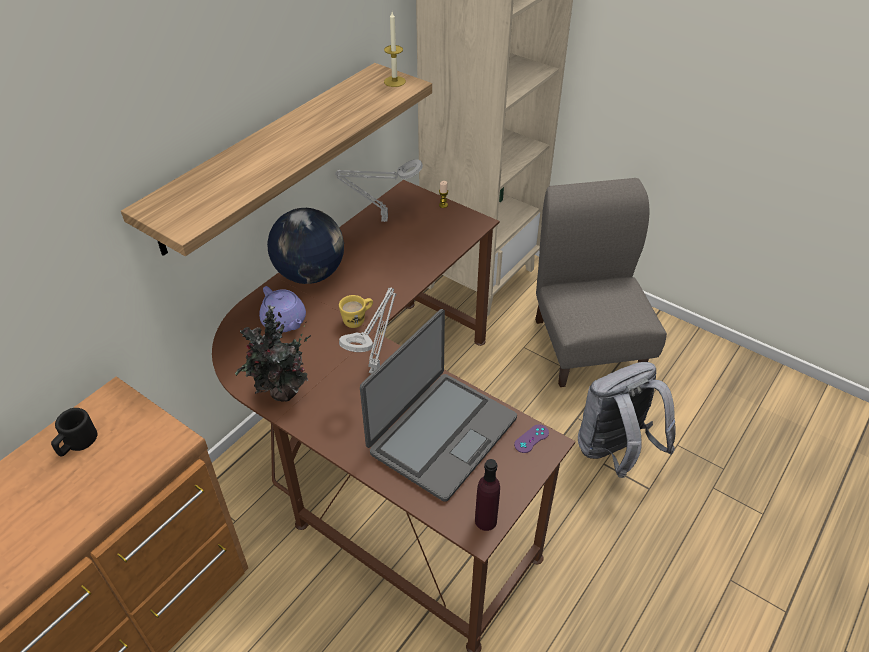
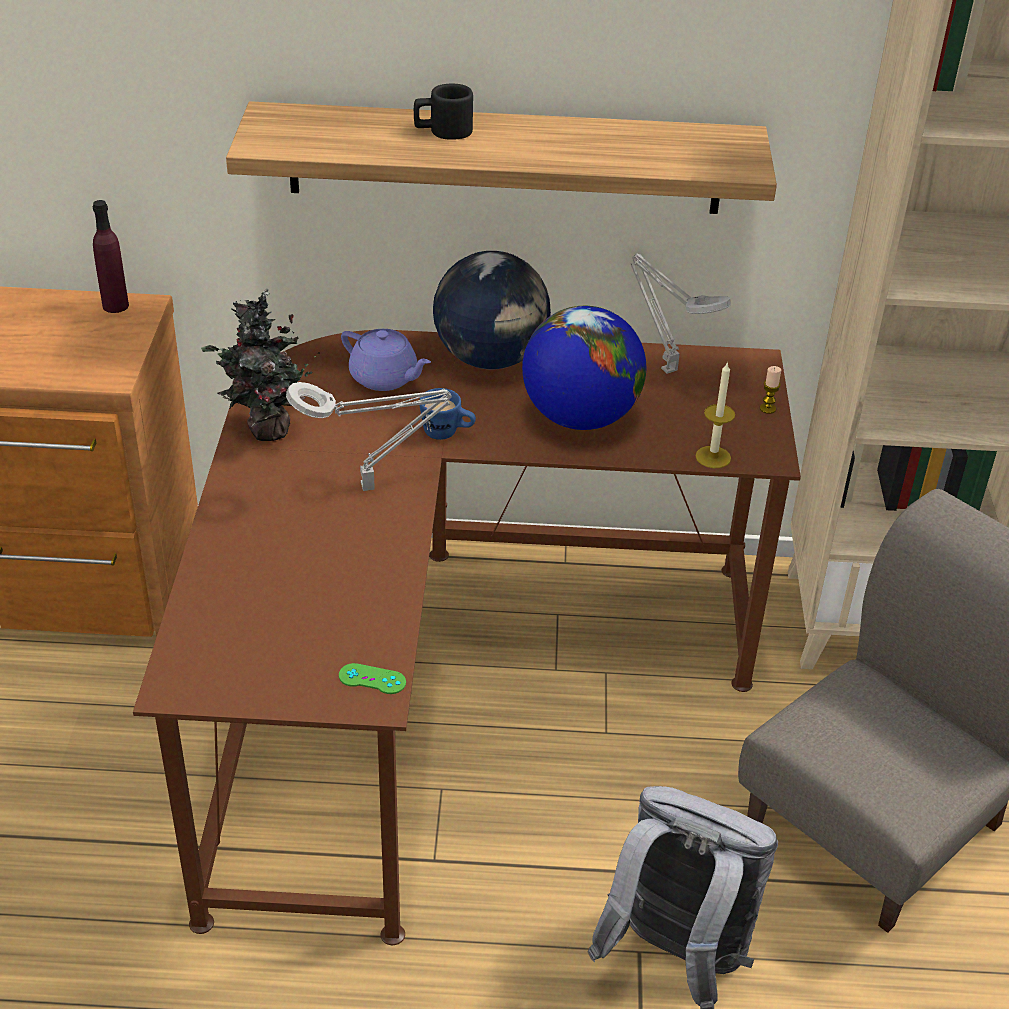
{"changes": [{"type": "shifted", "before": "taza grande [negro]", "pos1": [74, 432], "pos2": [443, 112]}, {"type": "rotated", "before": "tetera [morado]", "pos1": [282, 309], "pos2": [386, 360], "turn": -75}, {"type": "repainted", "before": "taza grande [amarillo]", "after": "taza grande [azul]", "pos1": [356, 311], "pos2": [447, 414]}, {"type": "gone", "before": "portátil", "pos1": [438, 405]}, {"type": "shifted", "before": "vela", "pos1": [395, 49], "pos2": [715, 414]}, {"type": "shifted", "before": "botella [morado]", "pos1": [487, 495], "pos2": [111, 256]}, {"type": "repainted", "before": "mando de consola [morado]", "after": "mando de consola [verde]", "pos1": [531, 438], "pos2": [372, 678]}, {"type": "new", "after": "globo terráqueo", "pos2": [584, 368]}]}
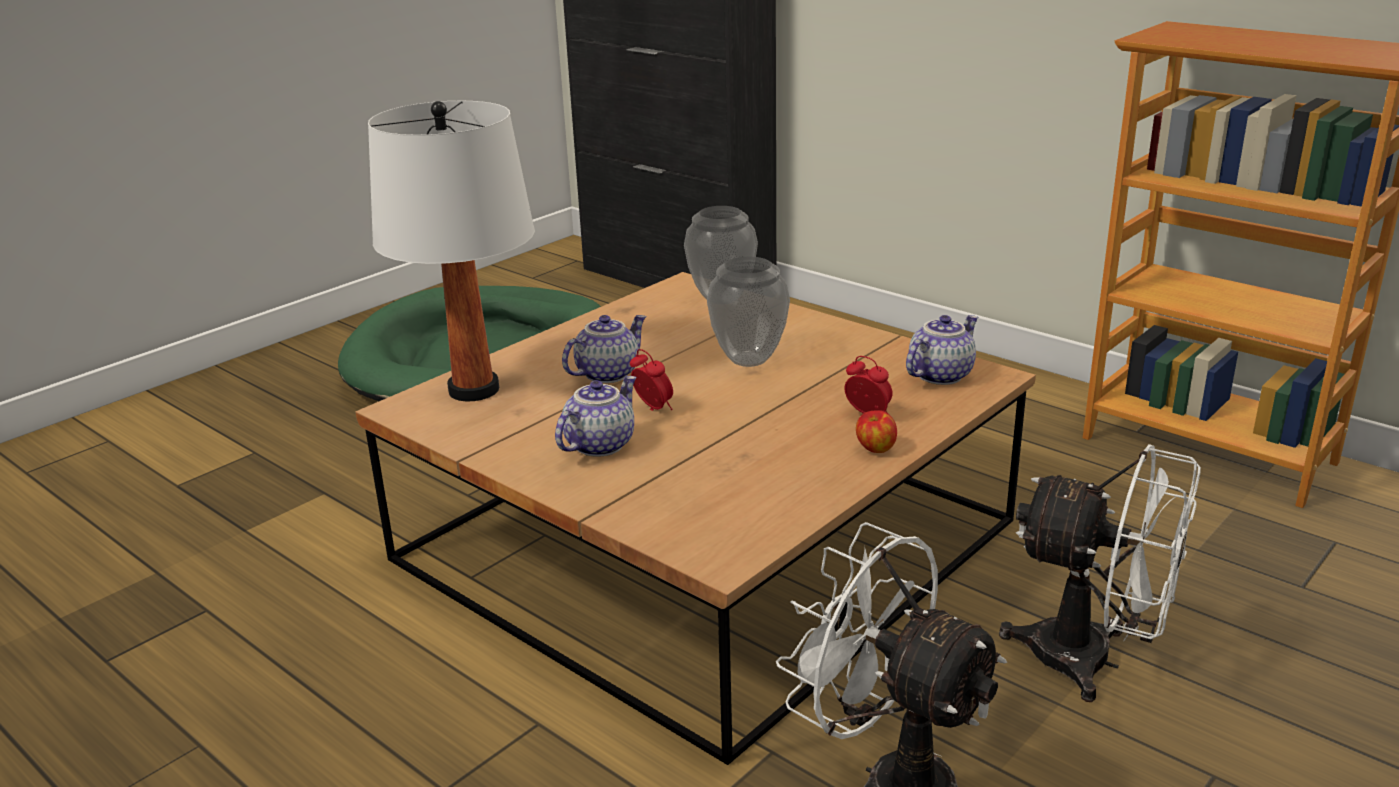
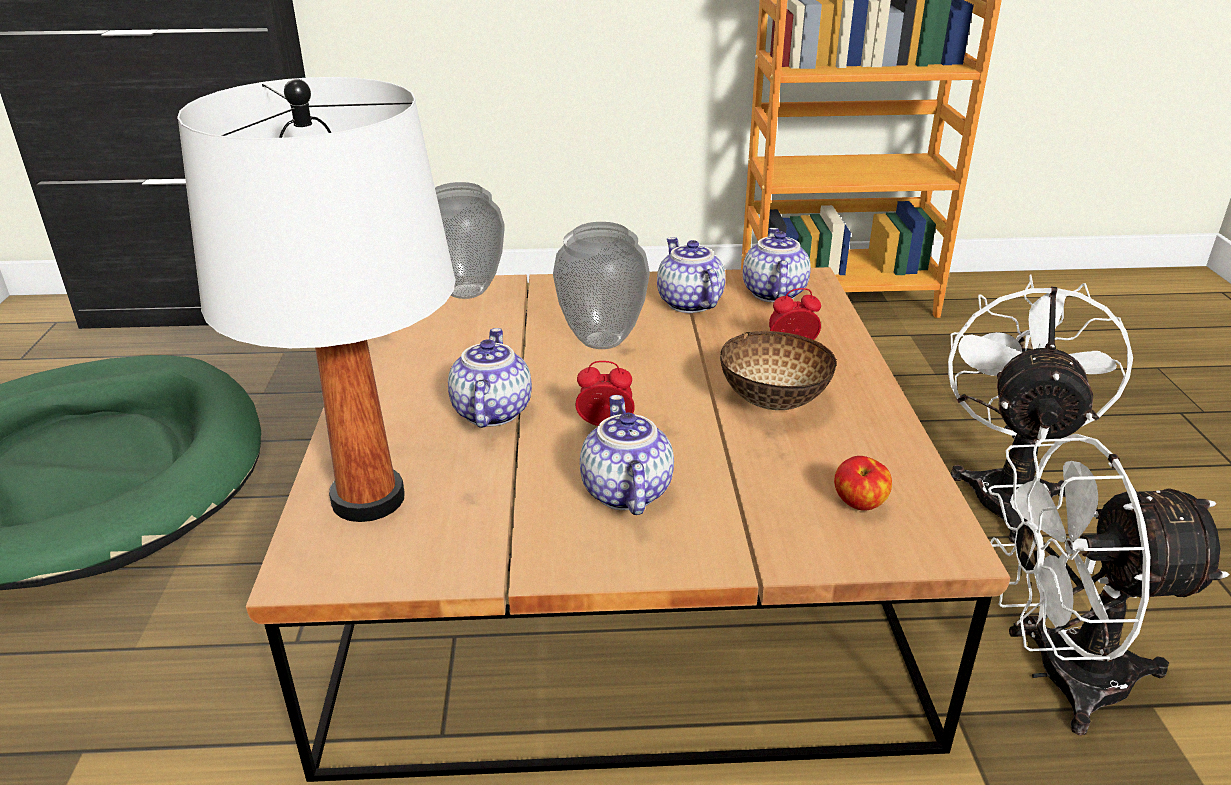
{"changes": [{"type": "shifted", "before": "manzana", "pos1": [876, 431], "pos2": [863, 483]}, {"type": "rotated", "before": "ventilador [blanco]", "pos1": [1100, 573], "pos2": [1040, 409], "turn": -60}, {"type": "new", "after": "tetera", "pos2": [691, 275]}, {"type": "new", "after": "cuenco", "pos2": [778, 370]}]}
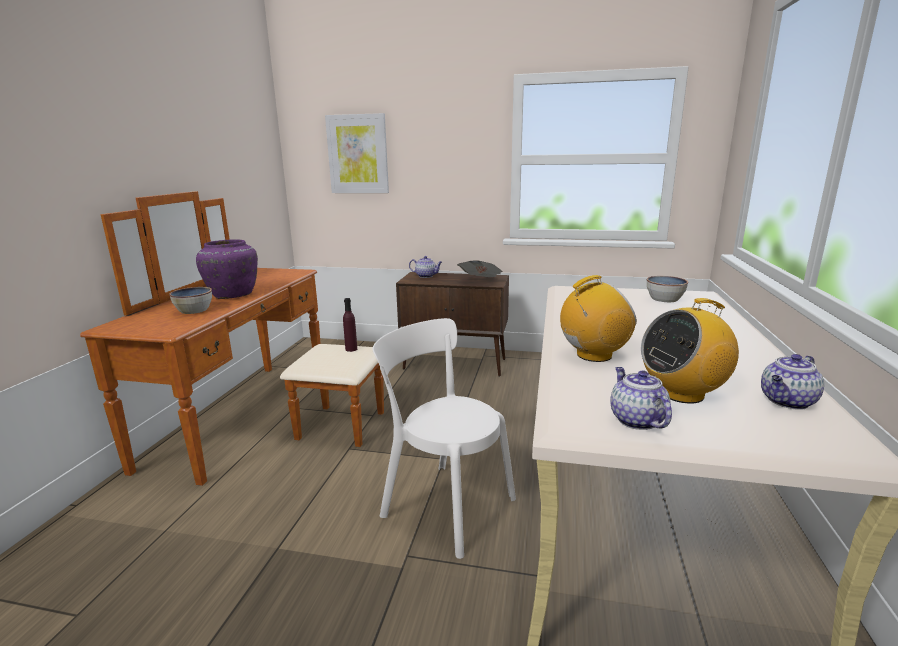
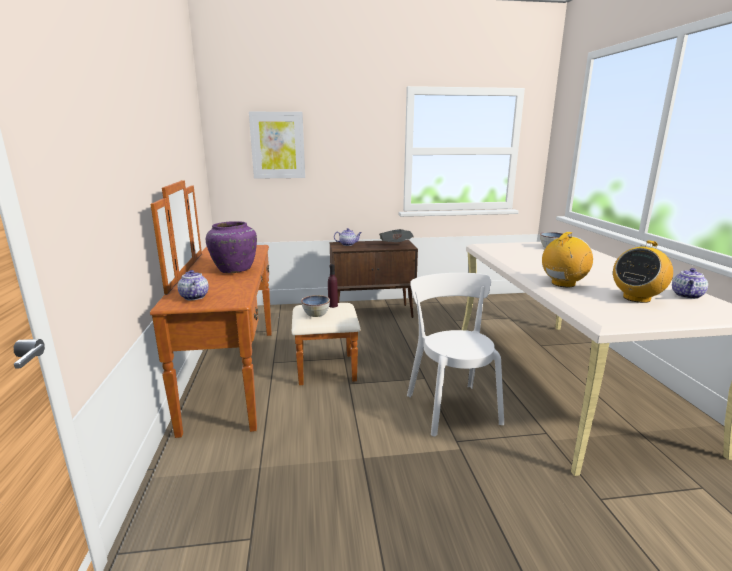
{"changes": [{"type": "shifted", "before": "cuenco", "pos1": [190, 300], "pos2": [315, 306]}, {"type": "rotated", "before": "silla [blanco]", "pos1": [444, 438], "pos2": [455, 354], "turn": 60}, {"type": "shifted", "before": "tetera", "pos1": [641, 398], "pos2": [193, 285]}]}
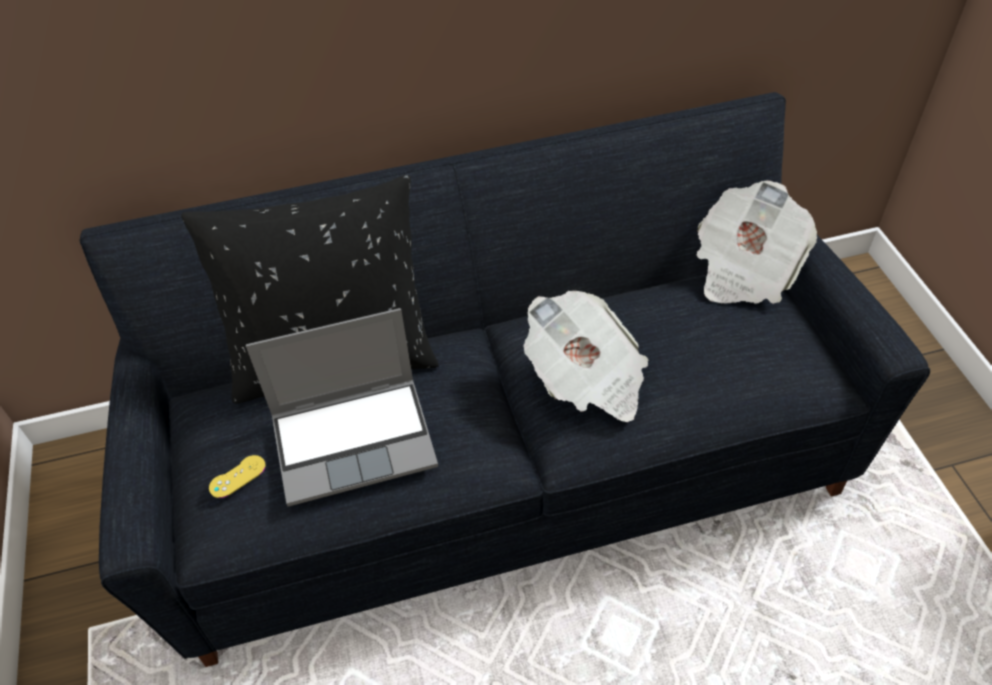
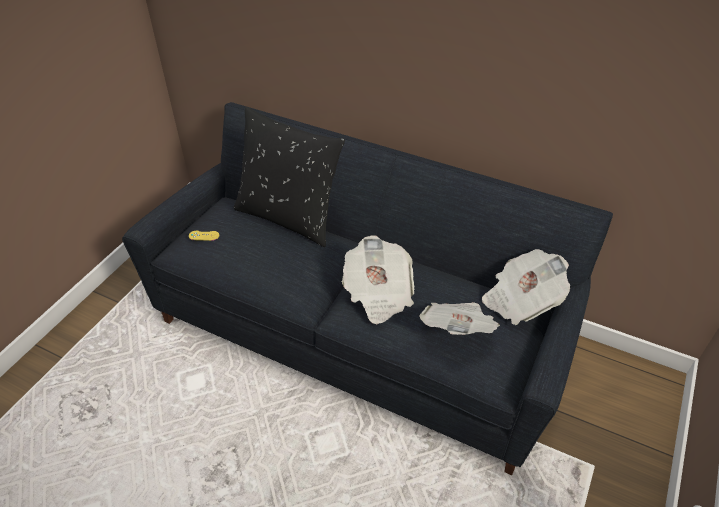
{"changes": [{"type": "gone", "before": "portátil", "pos1": [342, 407]}, {"type": "new", "after": "periódico", "pos2": [459, 318]}]}
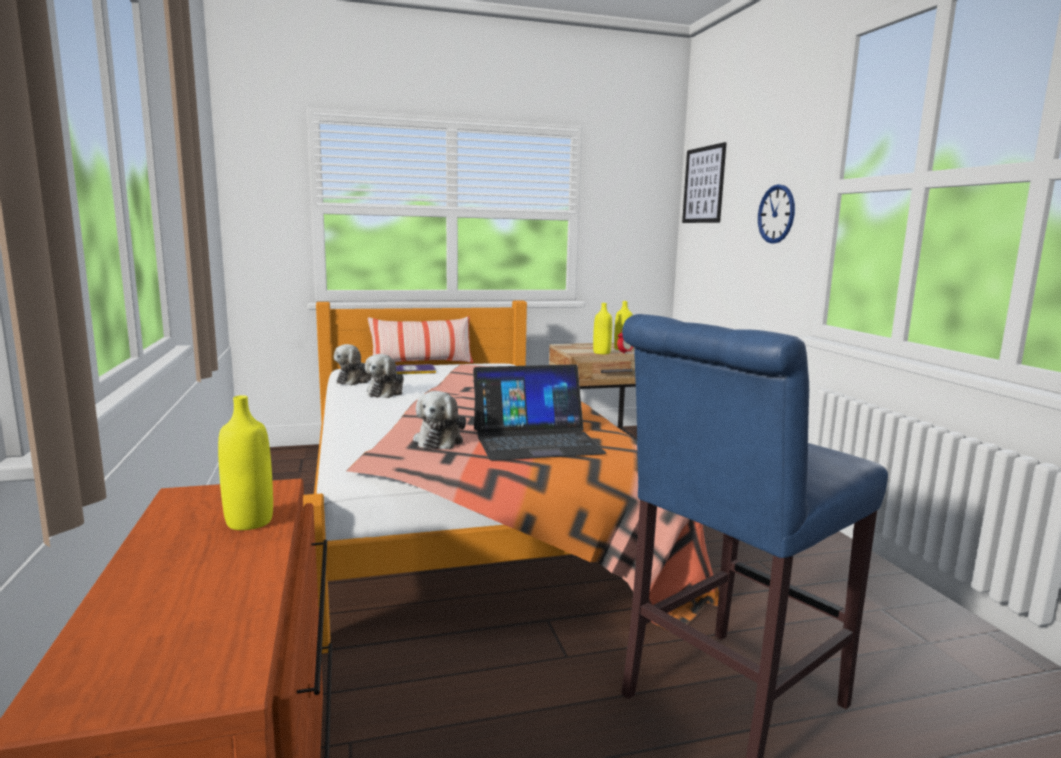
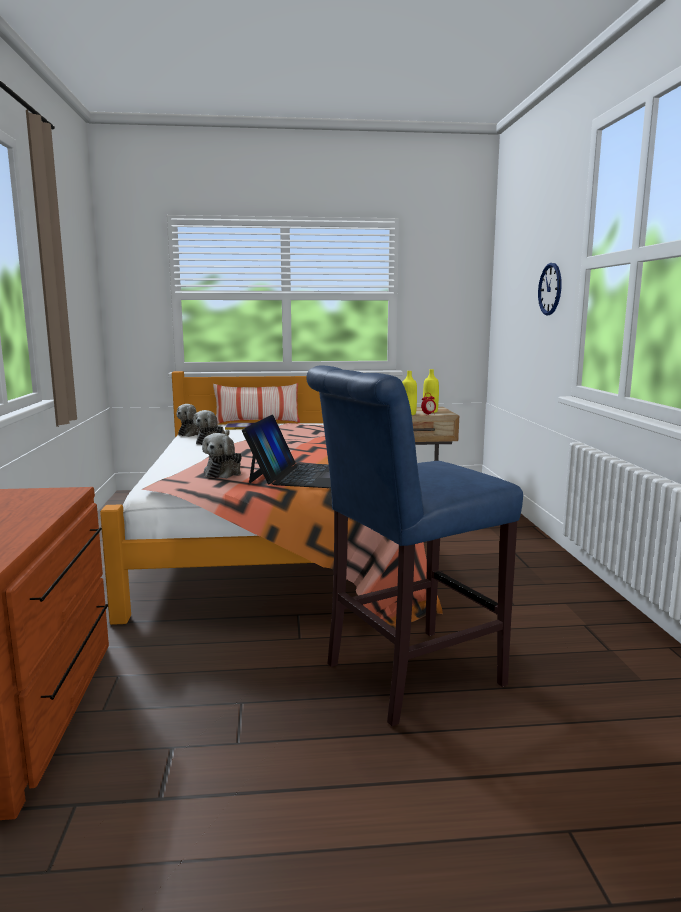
{"changes": [{"type": "gone", "before": "botella [amarillo]", "pos1": [245, 462]}, {"type": "rotated", "before": "portátil", "pos1": [539, 412], "pos2": [286, 451], "turn": -75}, {"type": "gone", "before": "cuadro", "pos1": [704, 182]}]}
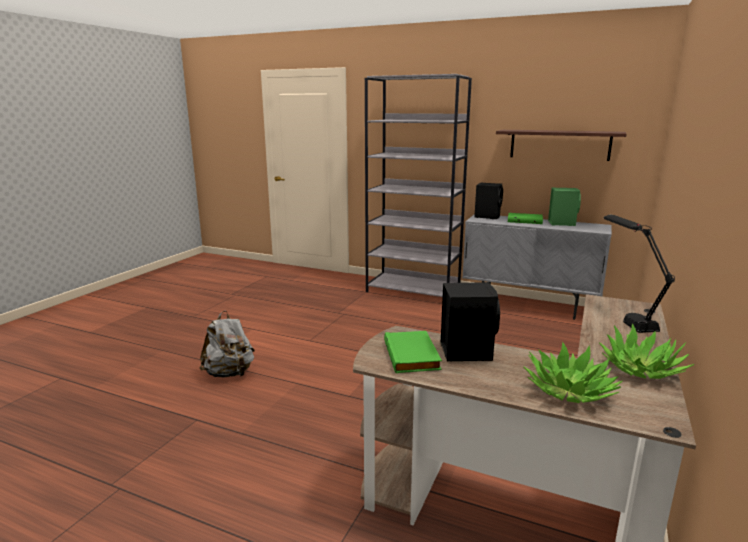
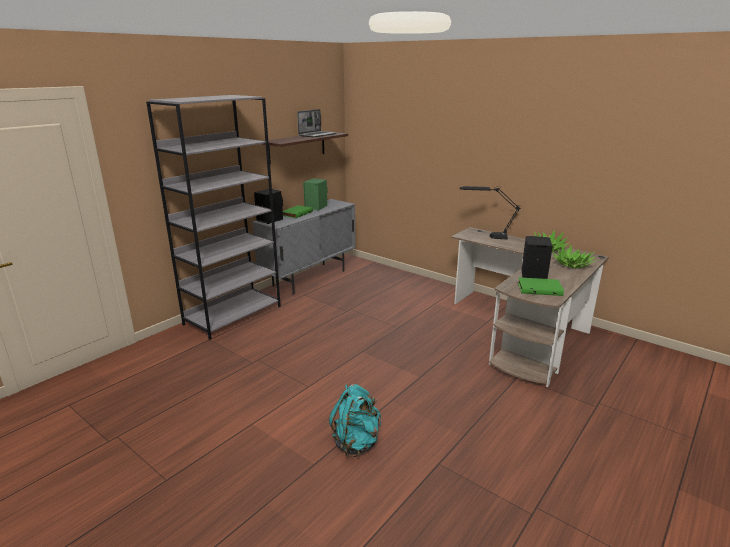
{"changes": [{"type": "repainted", "before": "mochila [gris]", "after": "mochila [turquesa]", "pos1": [227, 344], "pos2": [355, 420]}, {"type": "new", "after": "portátil", "pos2": [316, 123]}]}
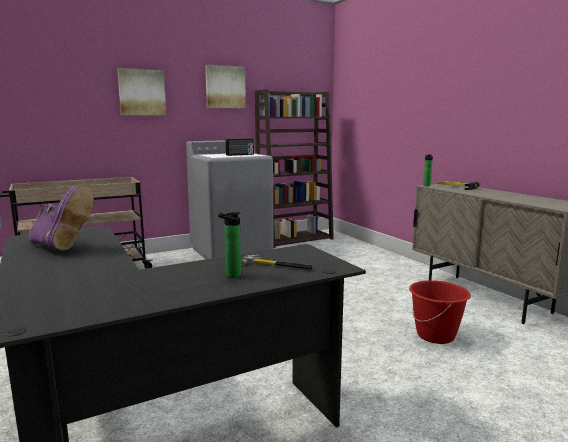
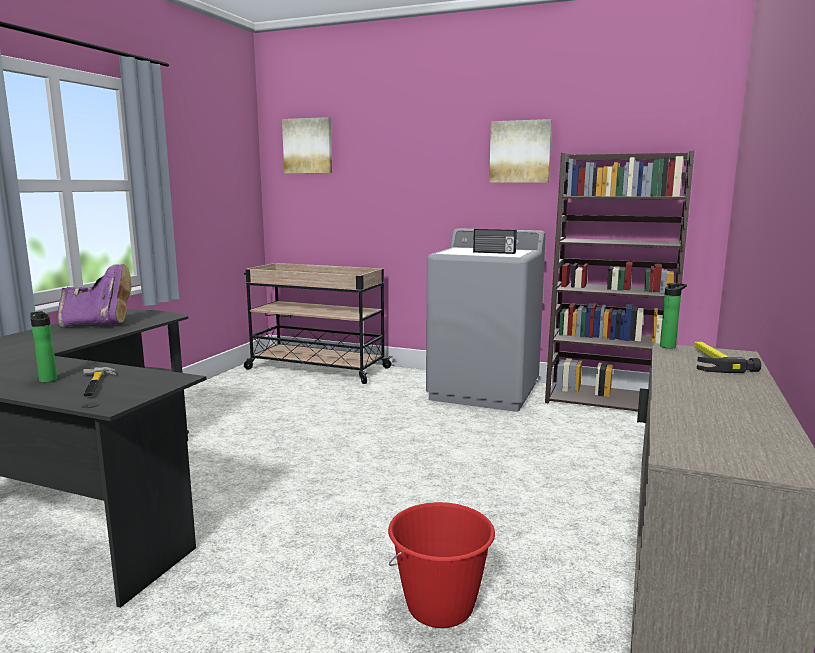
{"changes": [{"type": "rotated", "before": "bota [morado]", "pos1": [61, 218], "pos2": [94, 296], "turn": -90}, {"type": "shifted", "before": "cuadro", "pos1": [141, 91], "pos2": [307, 145]}]}
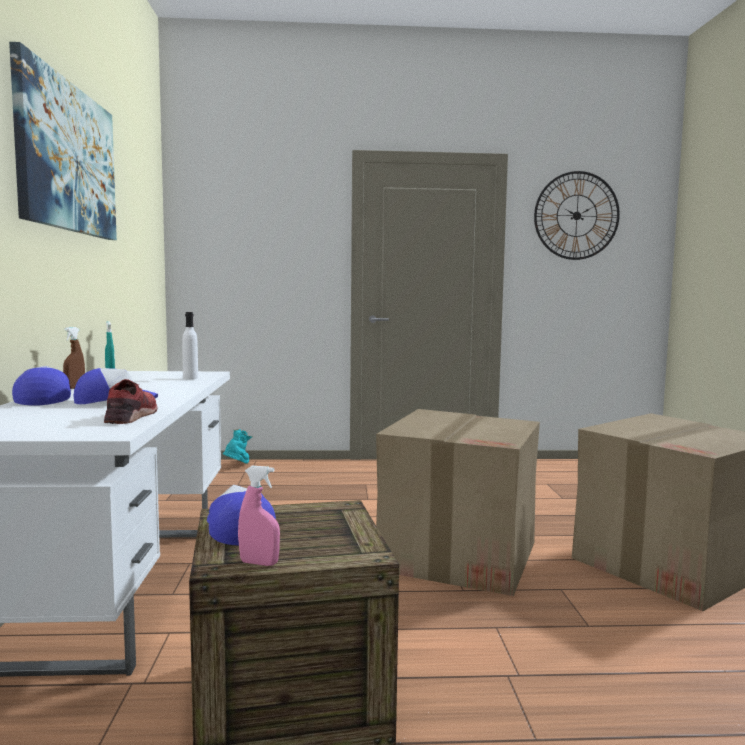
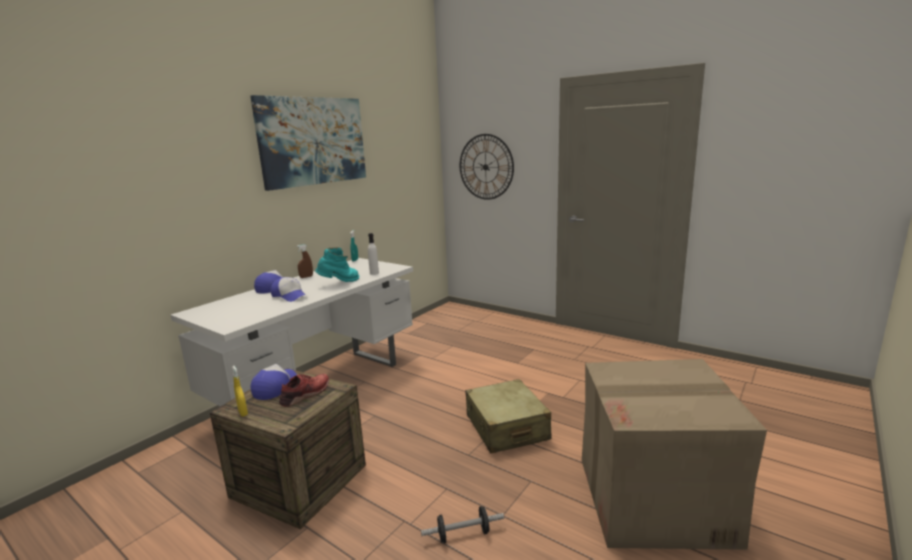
{"changes": [{"type": "shifted", "before": "zapato [rojo]", "pos1": [130, 401], "pos2": [304, 390]}, {"type": "shifted", "before": "bota [turquesa]", "pos1": [238, 446], "pos2": [337, 264]}, {"type": "repainted", "before": "pulverizador [rosa]", "after": "pulverizador [amarillo]", "pos1": [259, 516], "pos2": [240, 391]}, {"type": "swapped", "before": "caja de cartón", "after": "maleta [beis]", "pos1": [458, 502], "pos2": [508, 416]}, {"type": "shifted", "before": "reloj de pared", "pos1": [577, 215], "pos2": [487, 167]}, {"type": "new", "after": "mancuerna", "pos2": [462, 524]}]}
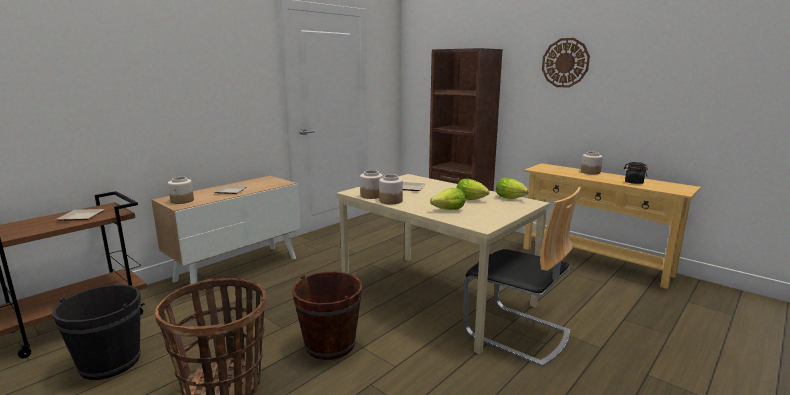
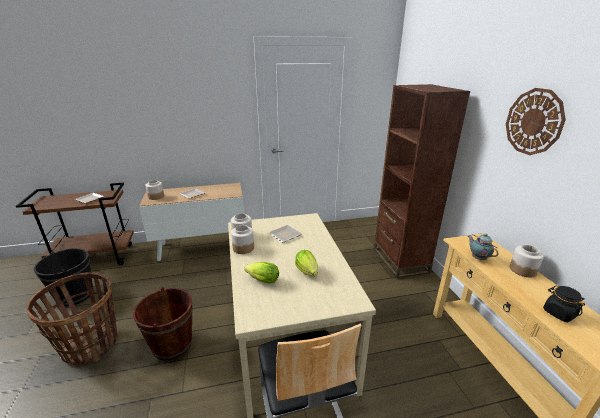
{"changes": [{"type": "gone", "before": "lechuga", "pos1": [512, 188]}, {"type": "new", "after": "tetera", "pos2": [483, 247]}]}
